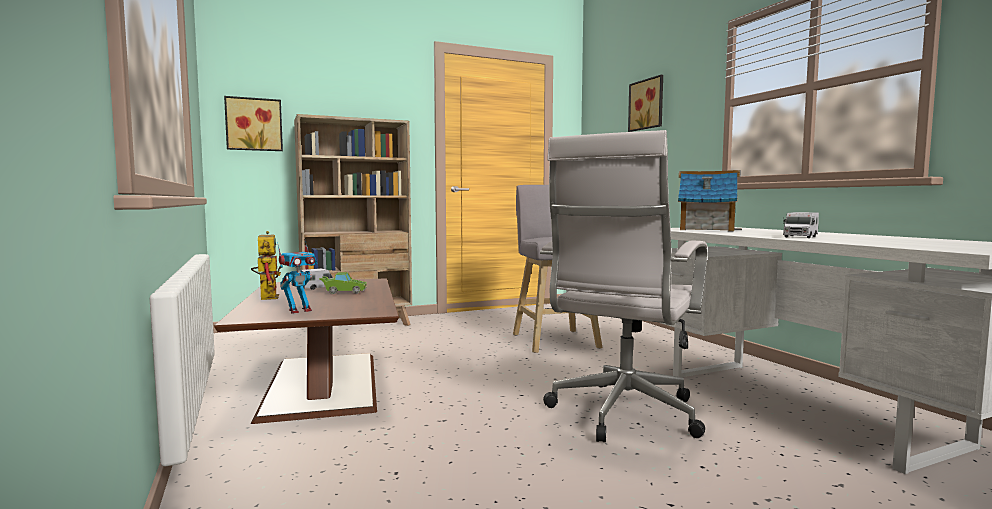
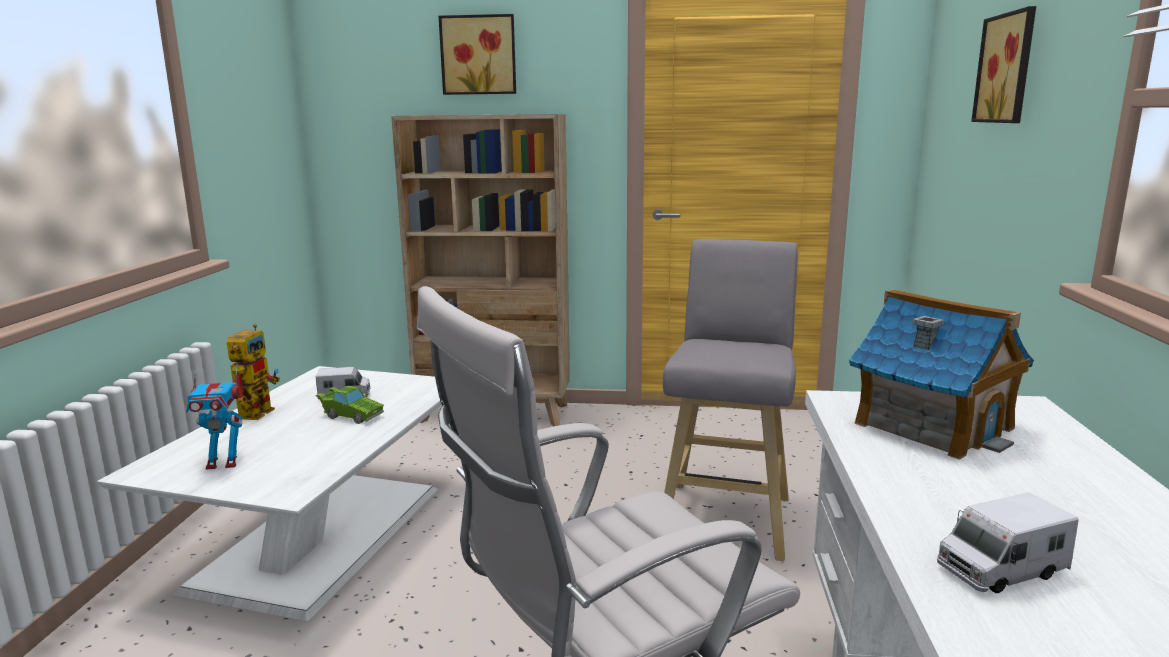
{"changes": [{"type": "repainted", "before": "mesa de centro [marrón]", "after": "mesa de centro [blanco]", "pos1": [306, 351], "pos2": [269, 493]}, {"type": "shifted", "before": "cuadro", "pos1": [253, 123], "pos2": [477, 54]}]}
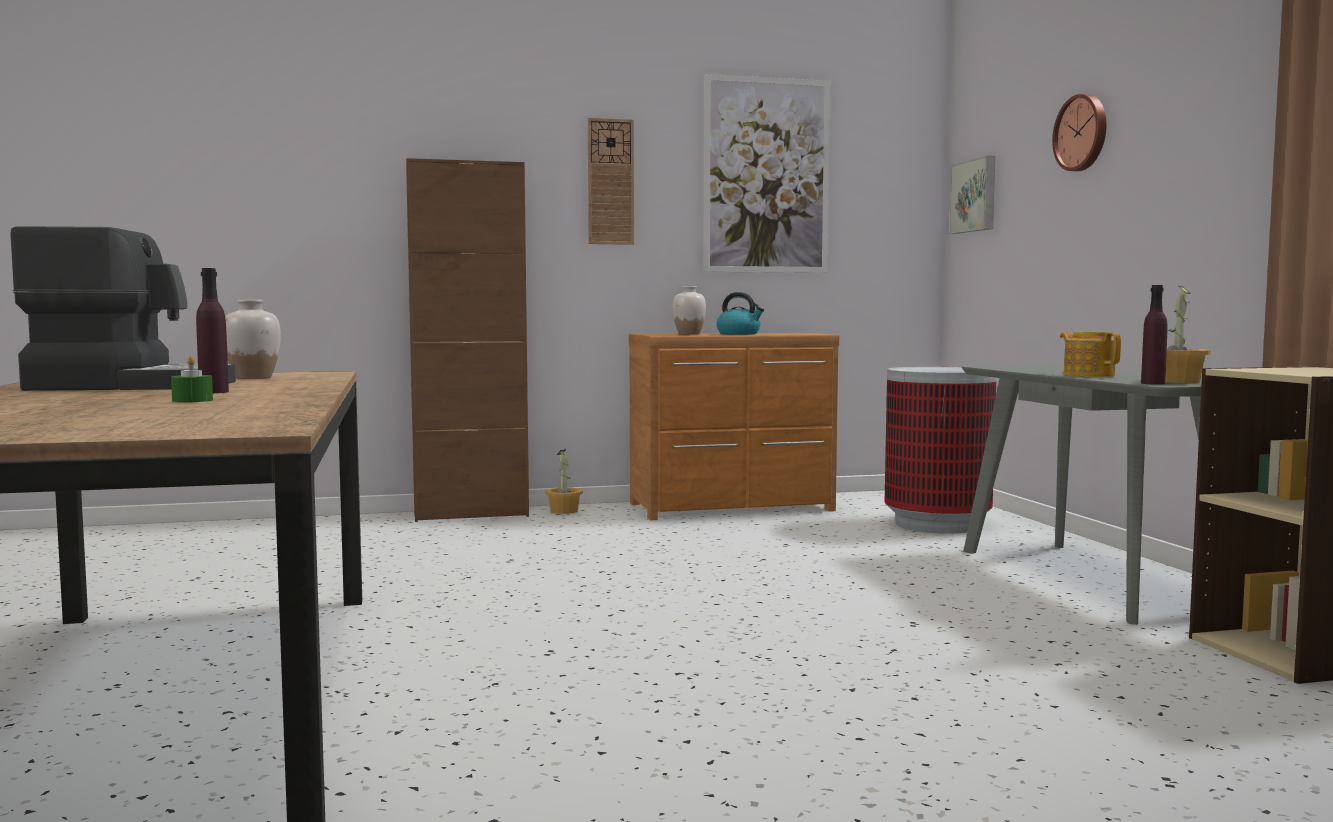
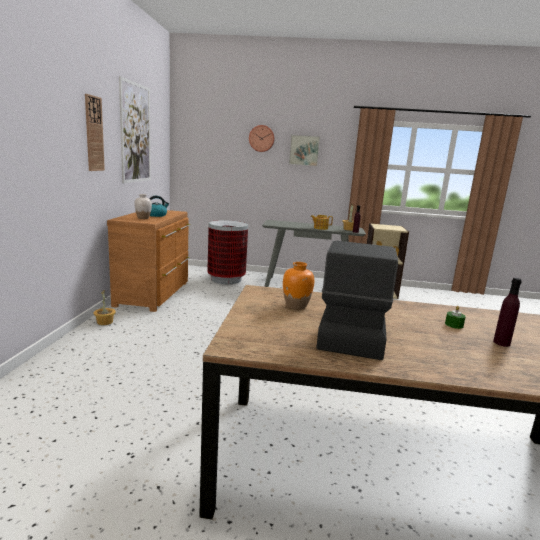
{"changes": [{"type": "shifted", "before": "botella [morado]", "pos1": [212, 330], "pos2": [507, 312]}, {"type": "repainted", "before": "florero [blanco]", "after": "florero [naranja]", "pos1": [253, 339], "pos2": [298, 286]}, {"type": "gone", "before": "armario [marrón]", "pos1": [467, 340]}, {"type": "shifted", "before": "cuadro", "pos1": [972, 195], "pos2": [304, 150]}]}
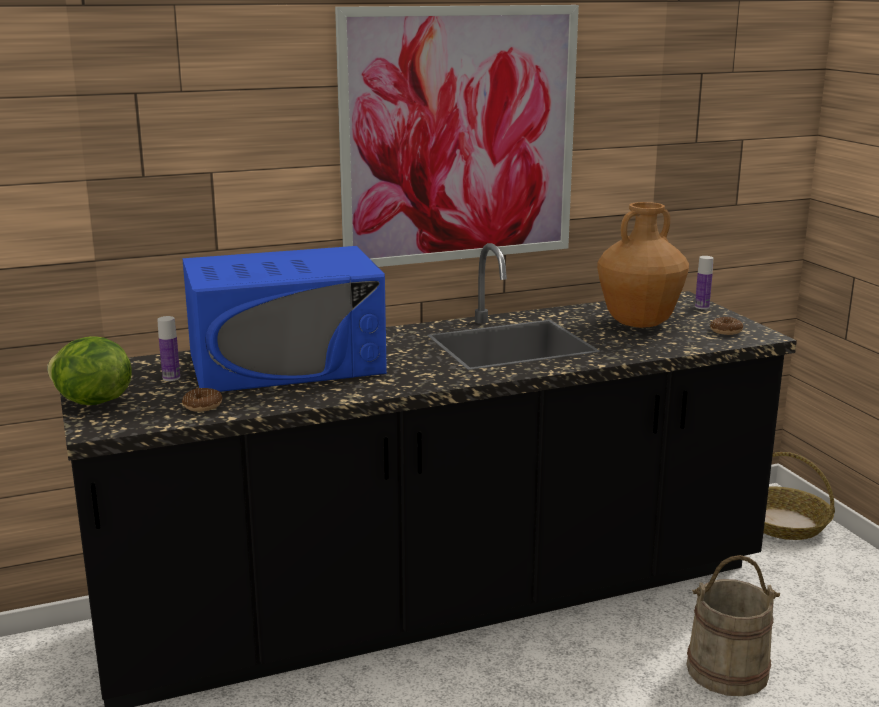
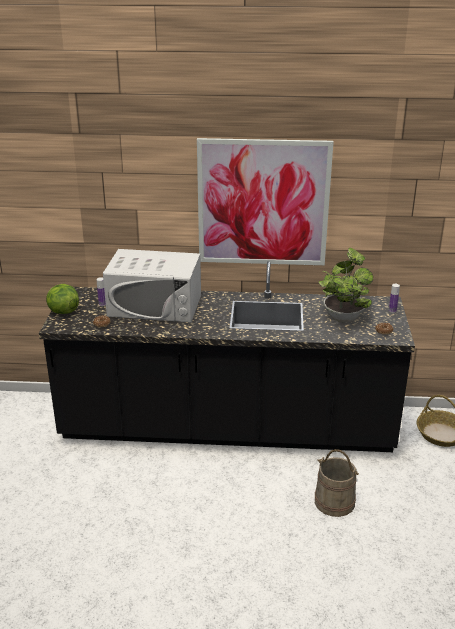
{"changes": [{"type": "repainted", "before": "microondas [azul]", "after": "microondas [blanco]", "pos1": [284, 319], "pos2": [152, 285]}, {"type": "swapped", "before": "florero [marrón]", "after": "planta en maceta", "pos1": [643, 265], "pos2": [346, 285]}]}
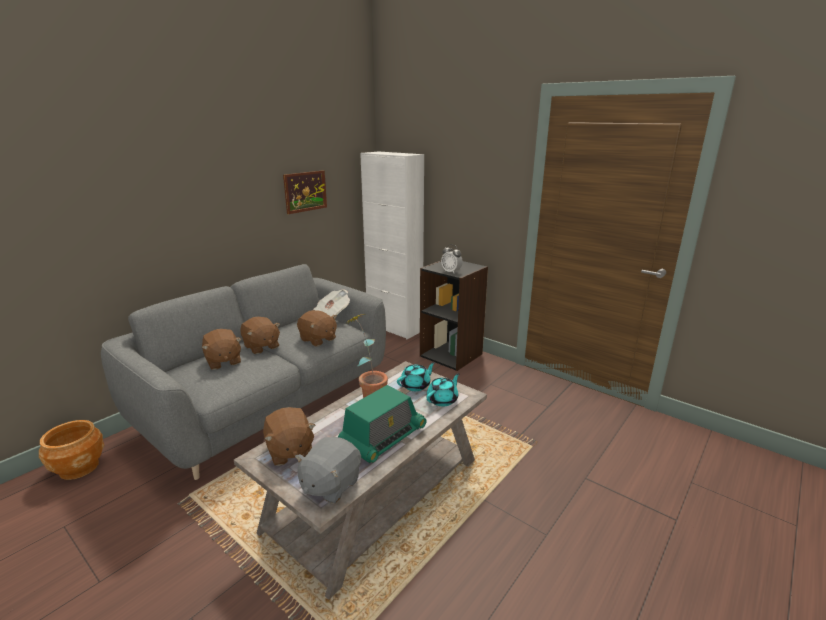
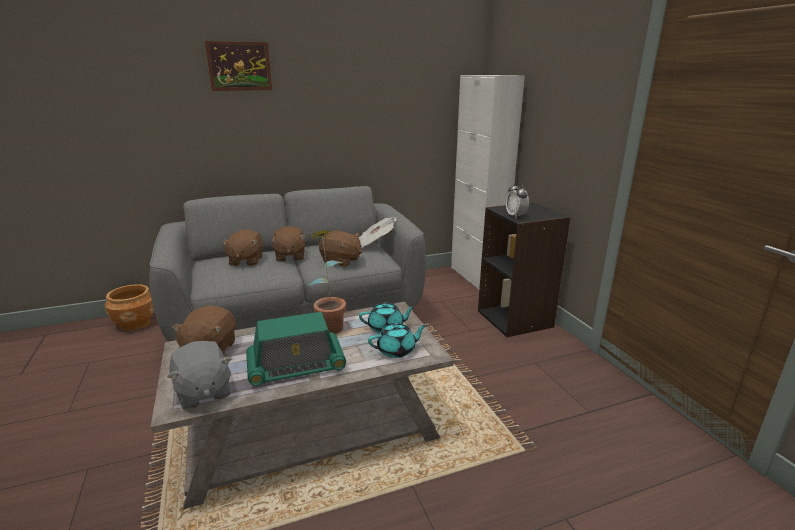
{"changes": [{"type": "shifted", "before": "cuadro", "pos1": [305, 192], "pos2": [238, 66]}, {"type": "rotated", "before": "peluche [gris]", "pos1": [328, 470], "pos2": [199, 375], "turn": -90}, {"type": "rotated", "before": "peluche [marrón]", "pos1": [317, 328], "pos2": [340, 249], "turn": -45}]}
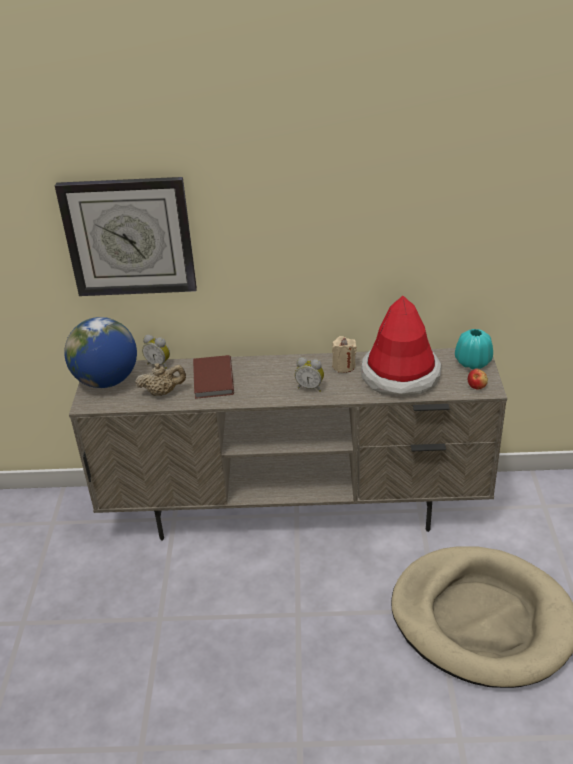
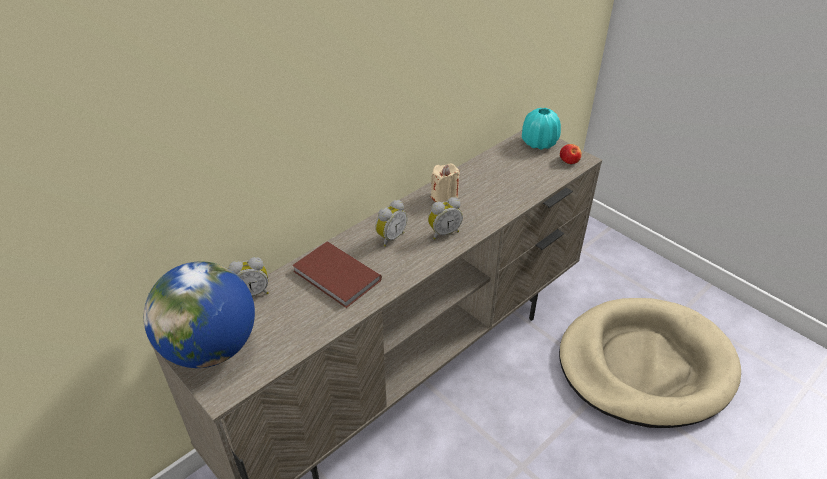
{"changes": [{"type": "gone", "before": "reloj de pared", "pos1": [126, 236]}, {"type": "gone", "before": "tetera [beis]", "pos1": [160, 379]}, {"type": "gone", "before": "sombrero", "pos1": [401, 346]}, {"type": "new", "after": "despertador", "pos2": [391, 223]}]}
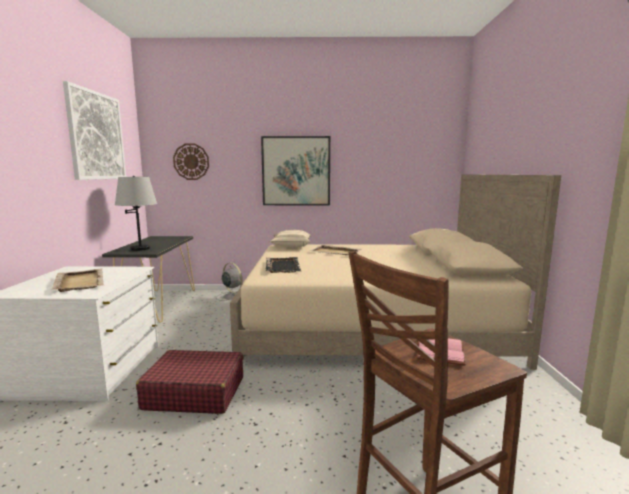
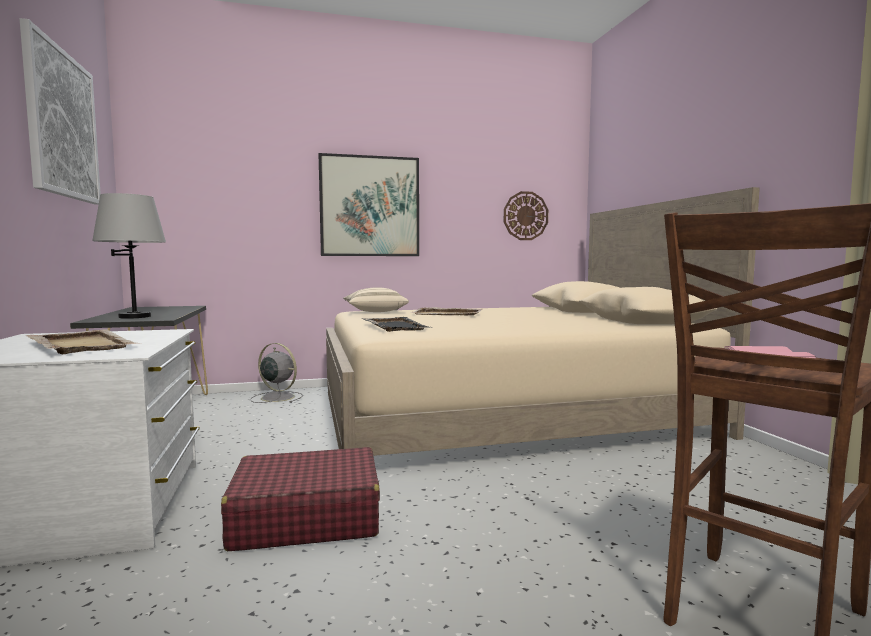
{"changes": [{"type": "shifted", "before": "reloj de pared", "pos1": [191, 161], "pos2": [526, 215]}]}
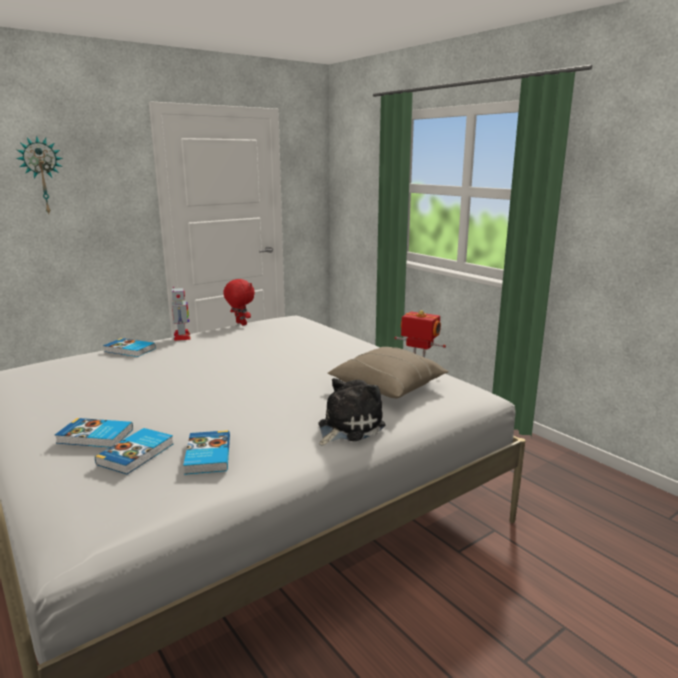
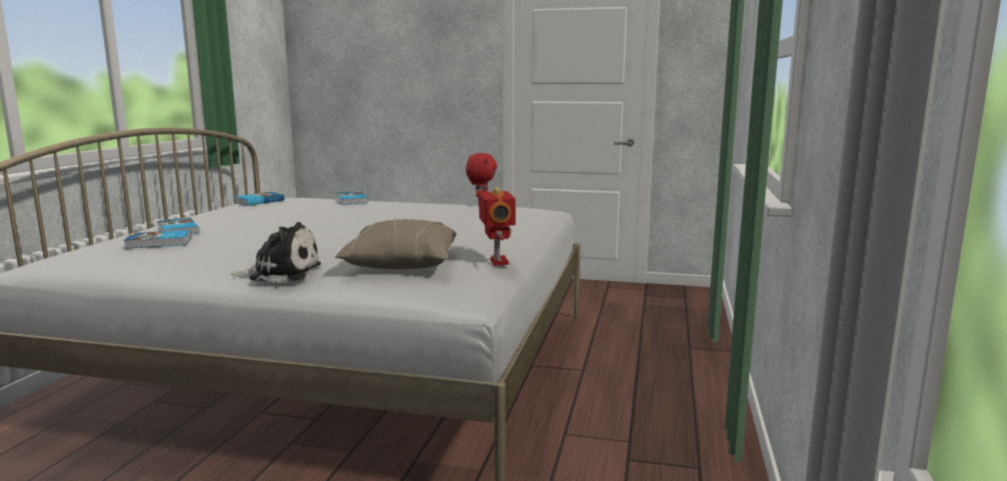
{"changes": [{"type": "gone", "before": "reloj de pared", "pos1": [39, 175]}, {"type": "gone", "before": "robot de juguete", "pos1": [181, 314]}, {"type": "shifted", "before": "libro", "pos1": [206, 452], "pos2": [259, 199]}]}
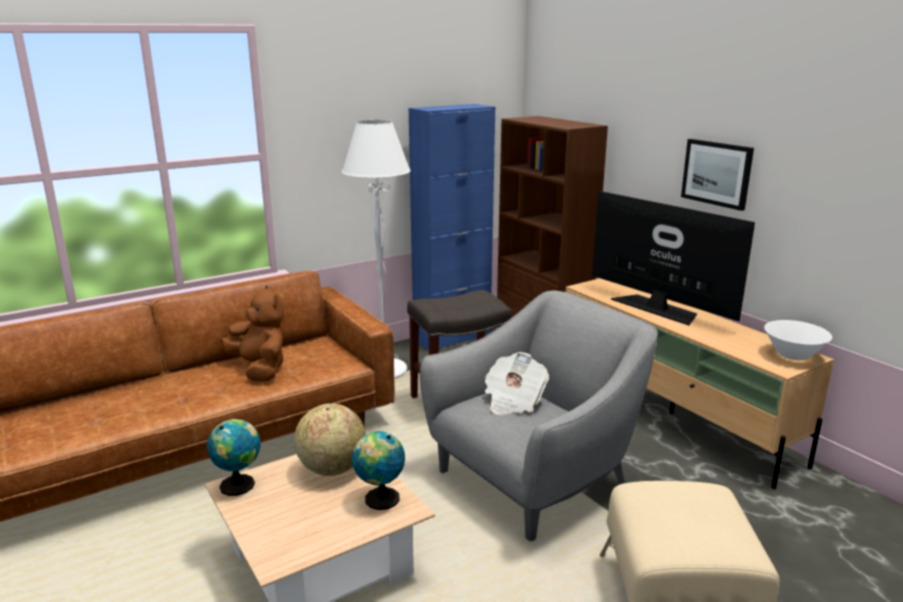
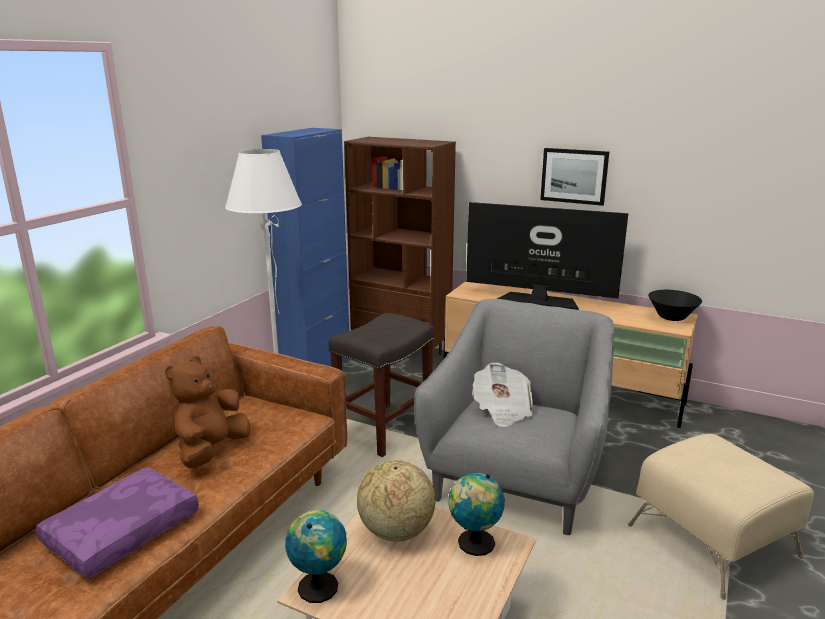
{"changes": [{"type": "rotated", "before": "peluche [marrón]", "pos1": [252, 333], "pos2": [208, 411], "turn": -90}, {"type": "repainted", "before": "cuenco [blanco]", "after": "cuenco [negro]", "pos1": [798, 340], "pos2": [675, 305]}, {"type": "new", "after": "cojín [morado]", "pos2": [117, 523]}]}
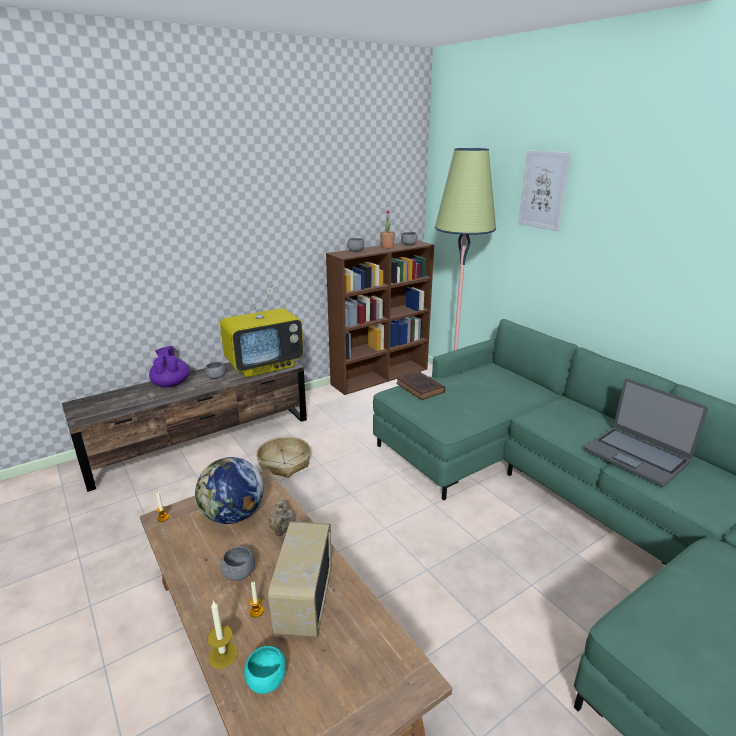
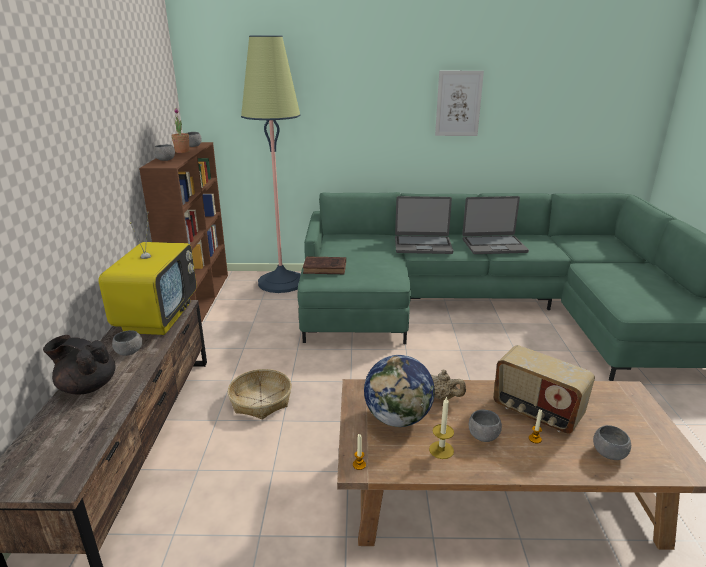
{"changes": [{"type": "repainted", "before": "tetera [morado]", "after": "tetera [negro]", "pos1": [169, 366], "pos2": [79, 365]}, {"type": "shifted", "before": "vela", "pos1": [222, 634], "pos2": [441, 427]}, {"type": "repainted", "before": "cuenco [turquesa]", "after": "cuenco [gris]", "pos1": [265, 670], "pos2": [612, 442]}, {"type": "shifted", "before": "cuadro", "pos1": [544, 190], "pos2": [459, 103]}, {"type": "new", "after": "portátil", "pos2": [424, 225]}]}
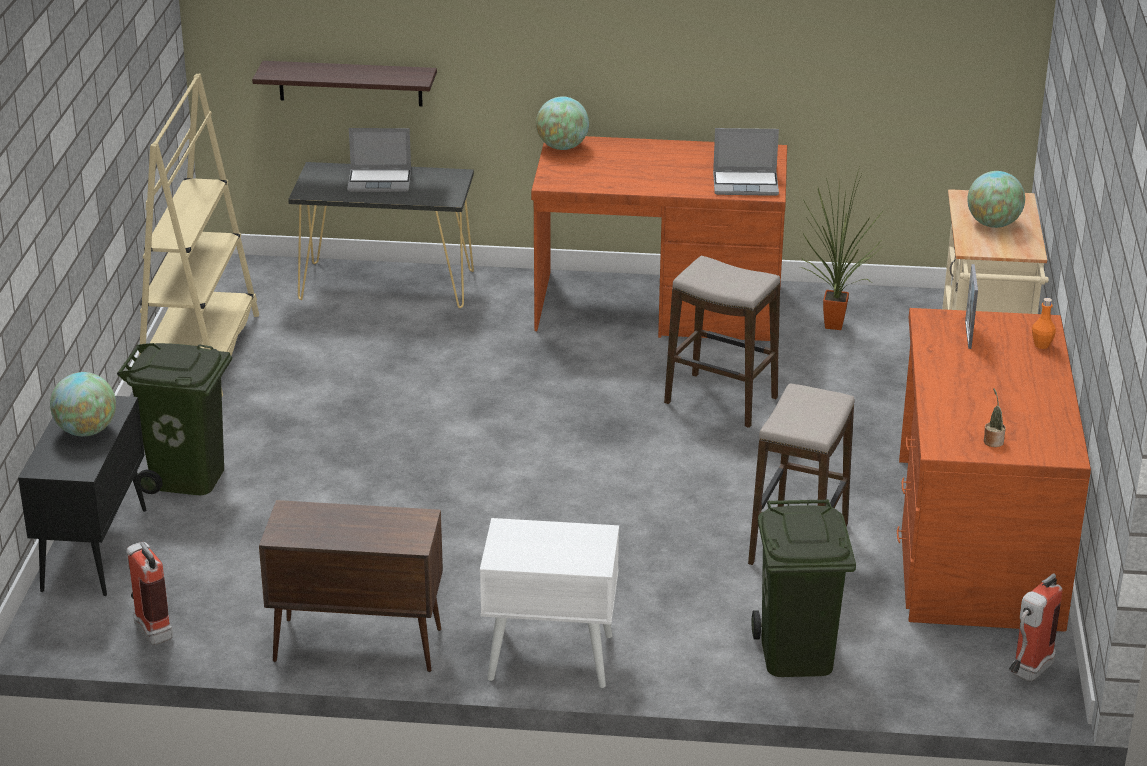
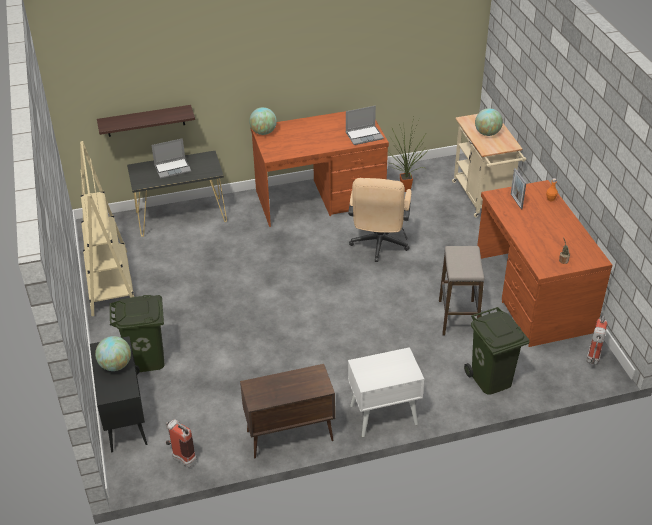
{"changes": [{"type": "swapped", "before": "taburete", "after": "silla de oficina [beis]", "pos1": [722, 342], "pos2": [380, 220]}]}
